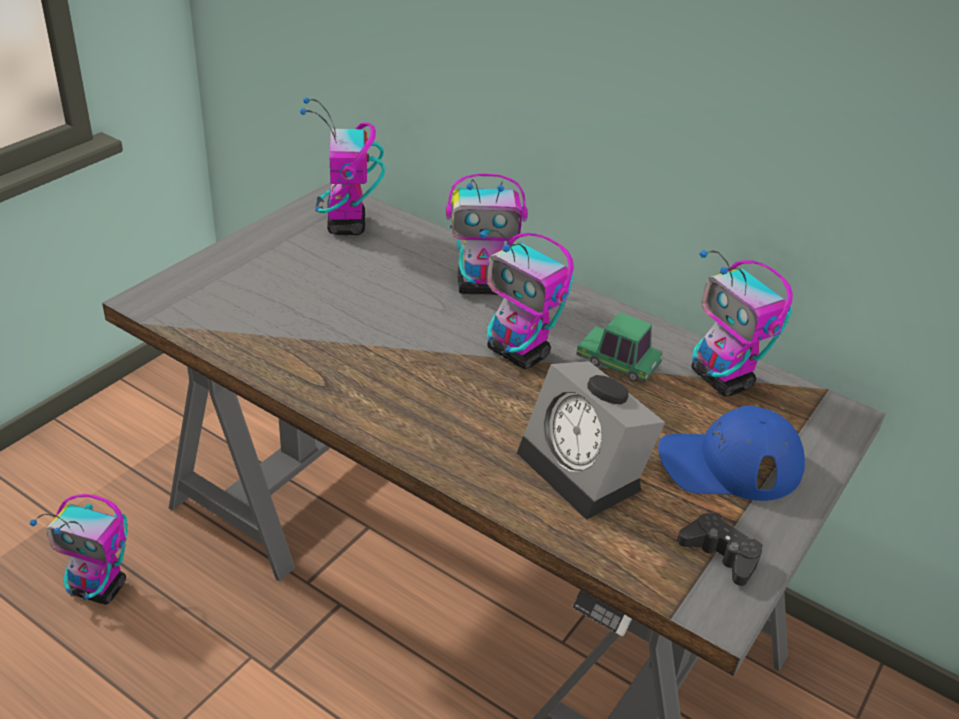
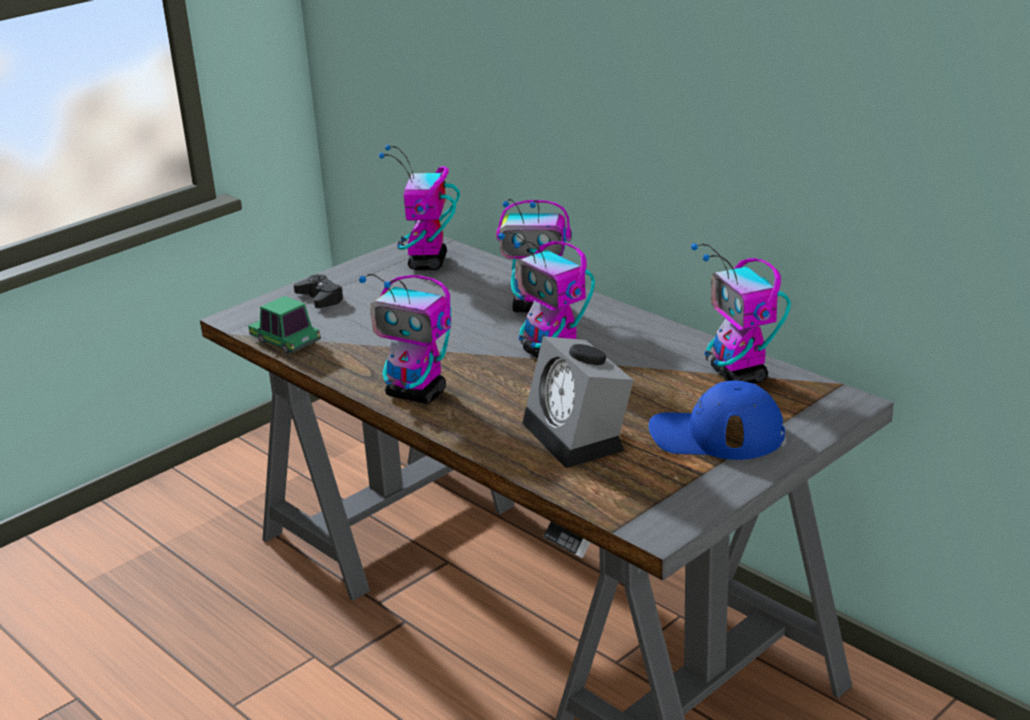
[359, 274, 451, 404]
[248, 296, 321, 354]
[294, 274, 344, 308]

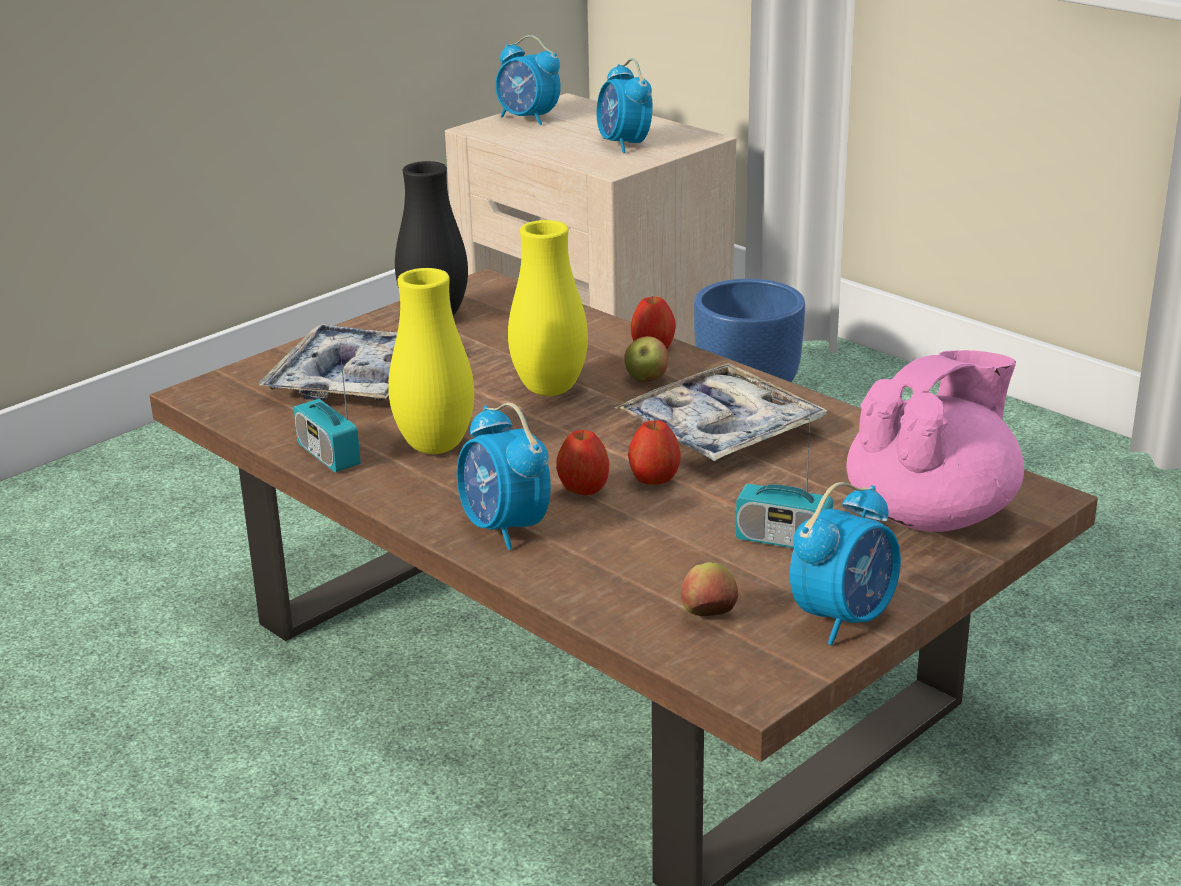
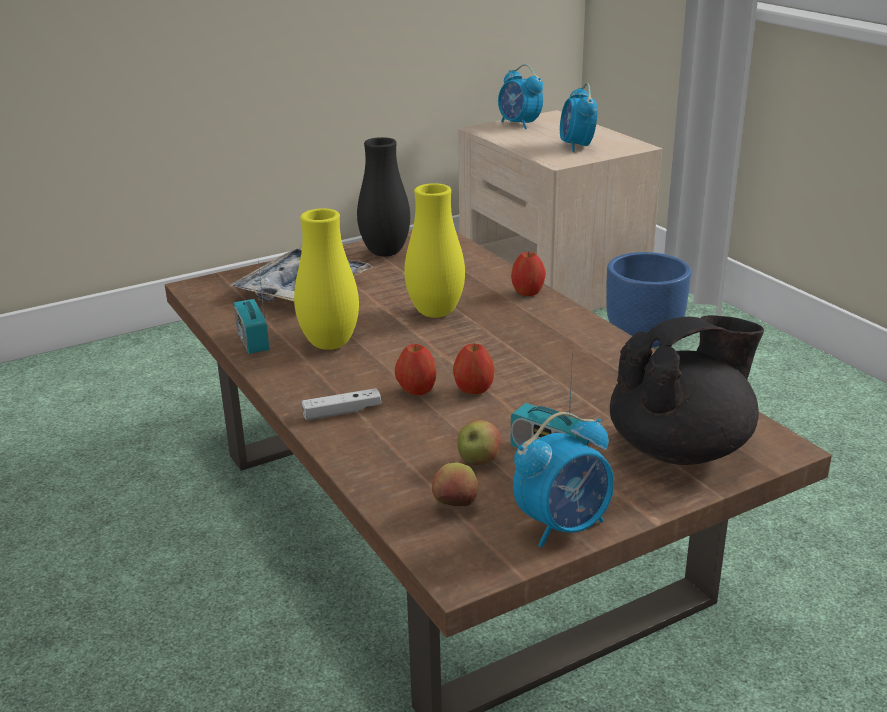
[302, 388, 381, 420]
[615, 363, 827, 461] (first image)
[457, 420, 501, 465]
[610, 315, 764, 465]

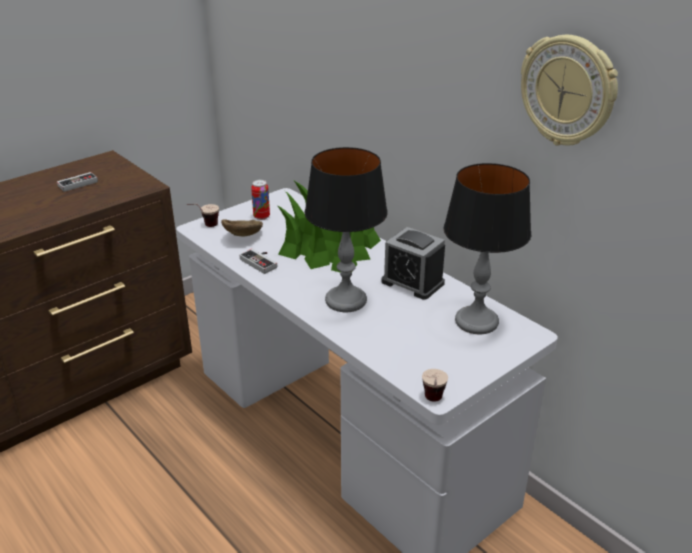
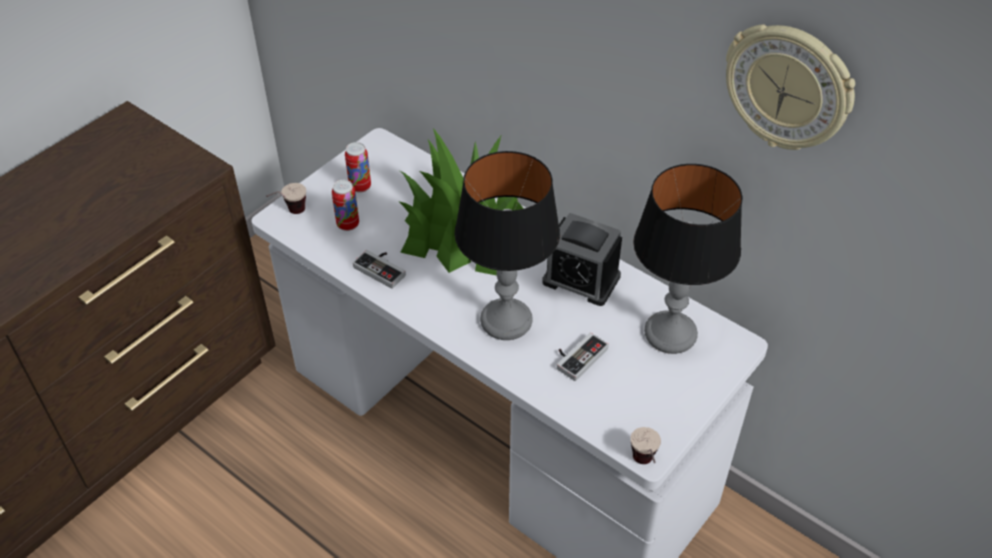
[557, 333, 609, 381]
[332, 180, 359, 231]

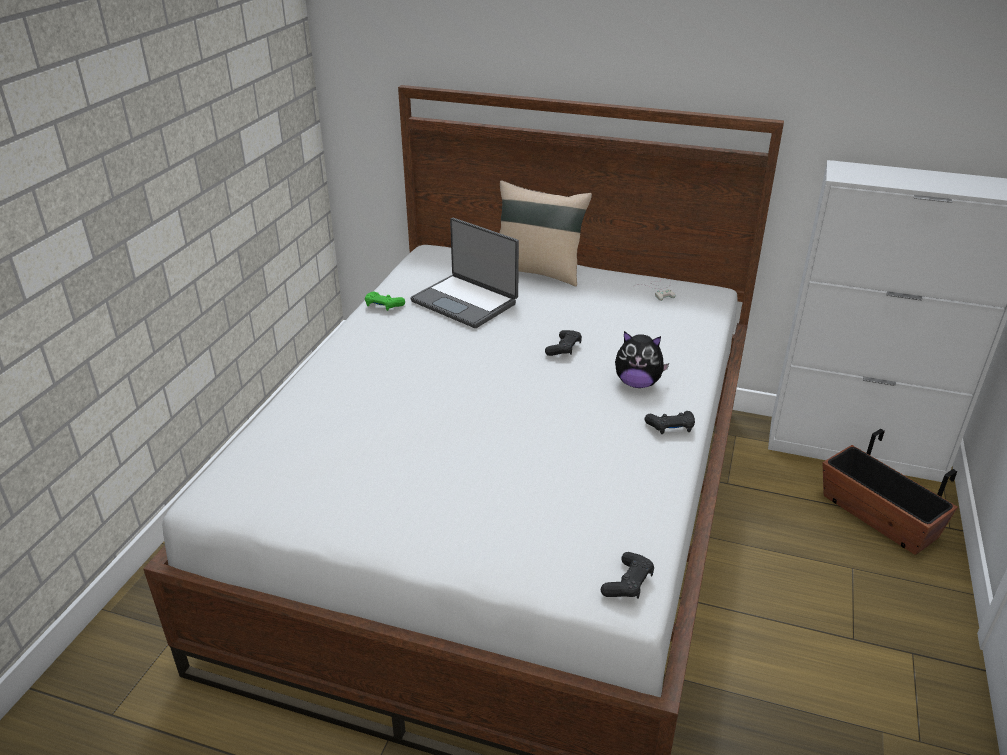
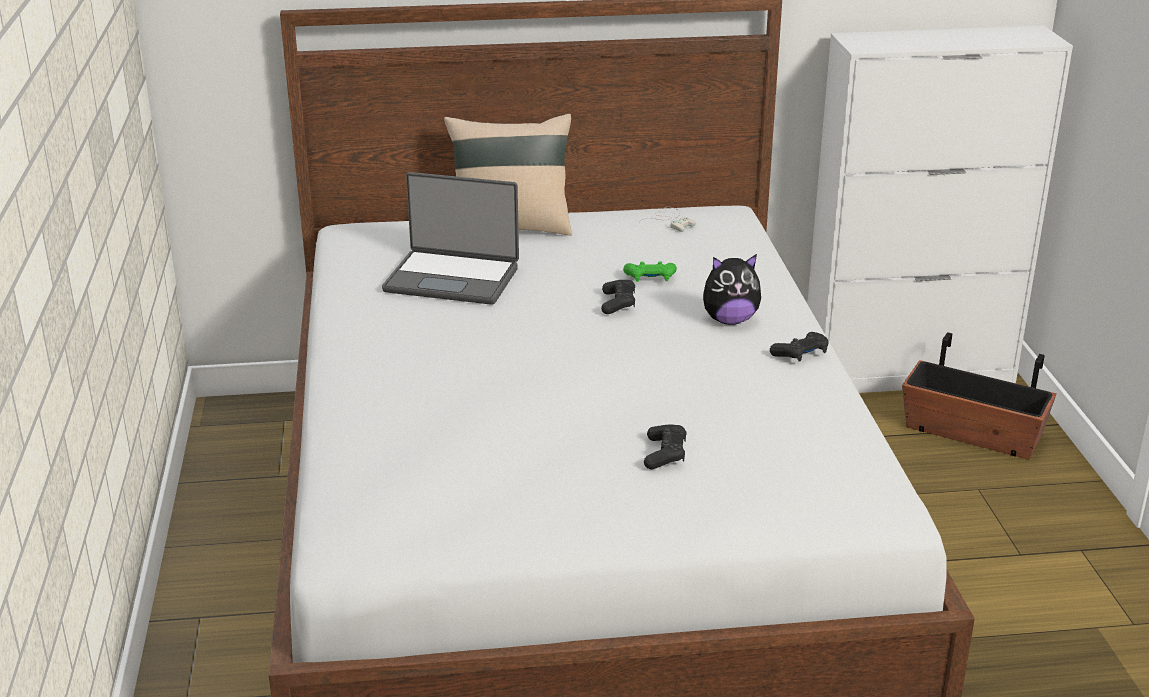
[623, 261, 677, 282]
[644, 424, 686, 469]

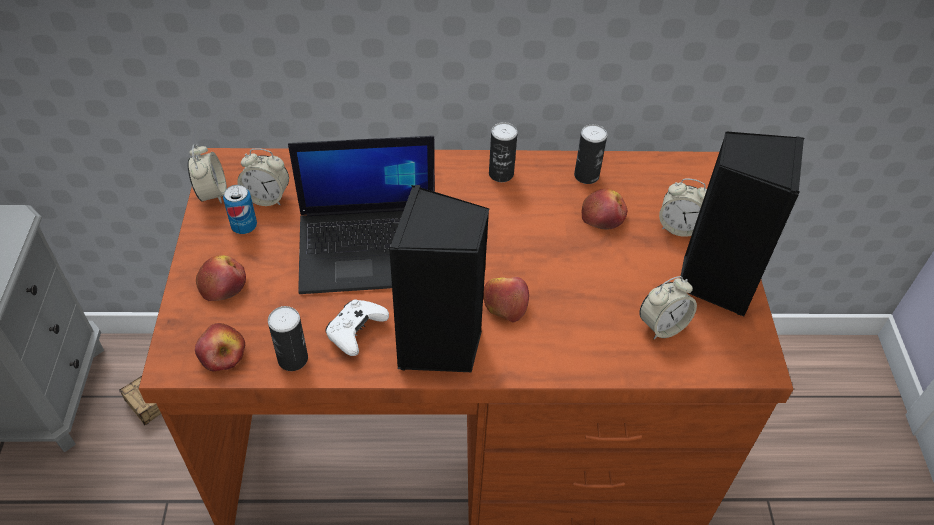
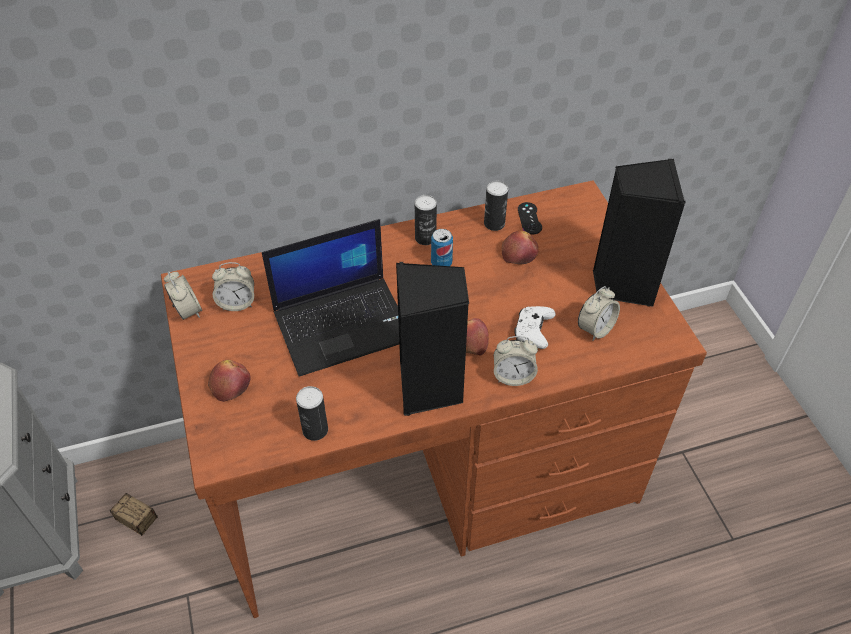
[195, 323, 245, 372] (first image)
[431, 229, 453, 266]
[515, 306, 556, 349]
[494, 336, 538, 386]
[518, 202, 542, 234]

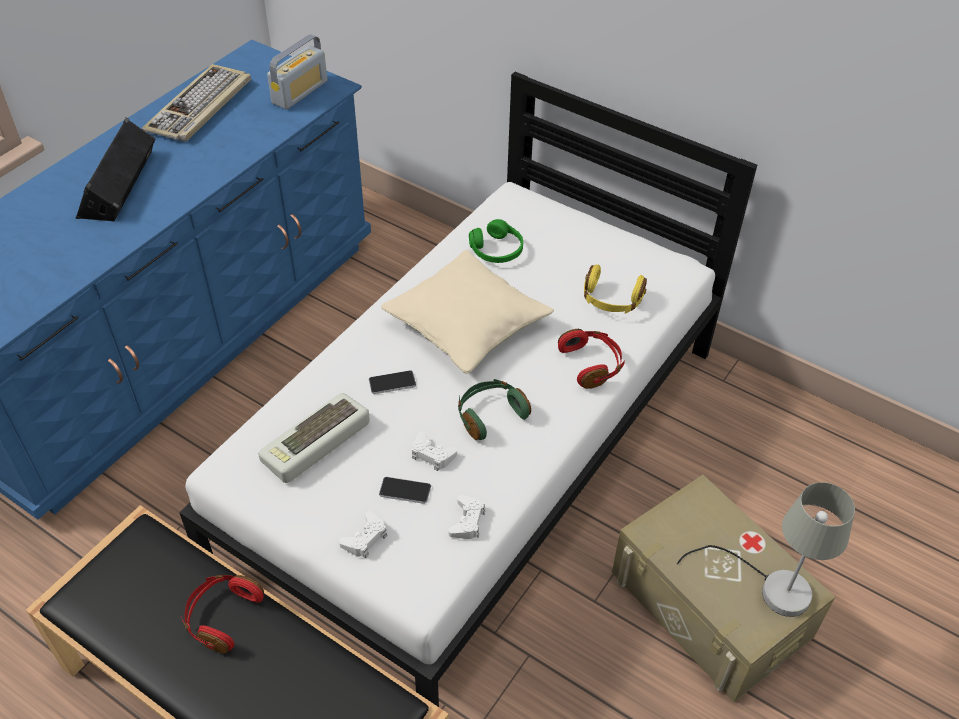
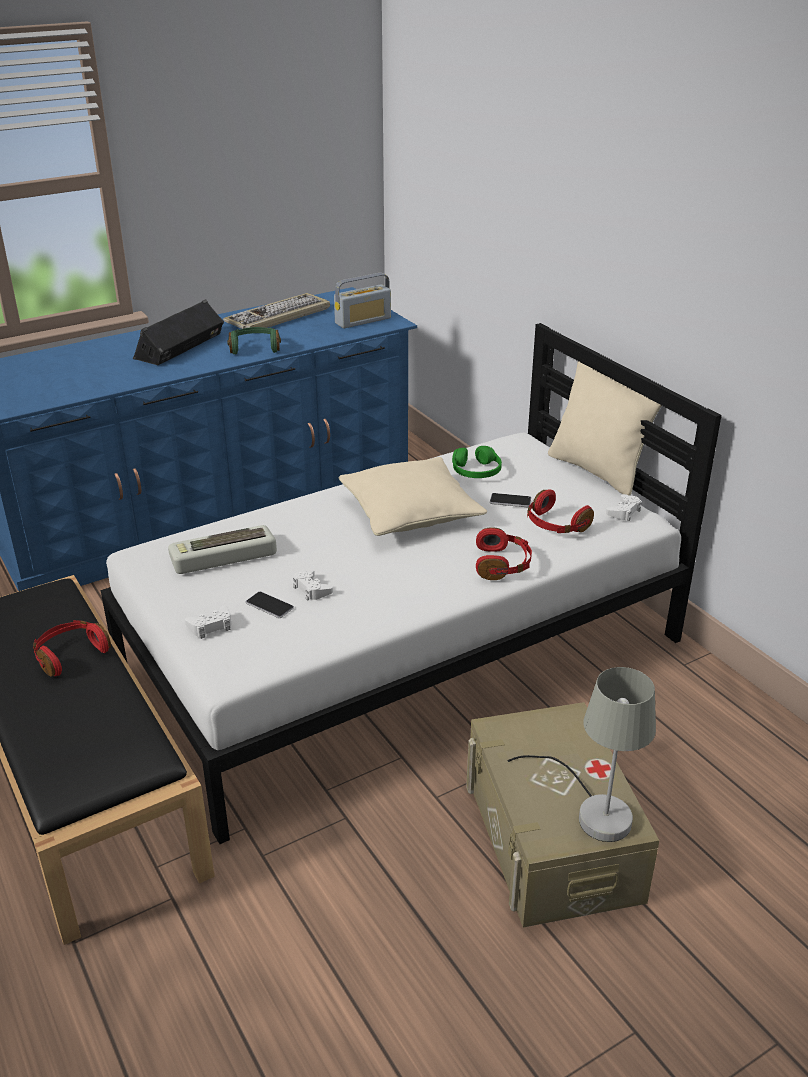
[490, 493, 531, 507]
[606, 494, 641, 521]
[227, 327, 281, 355]
[527, 490, 594, 533]
[548, 361, 662, 496]

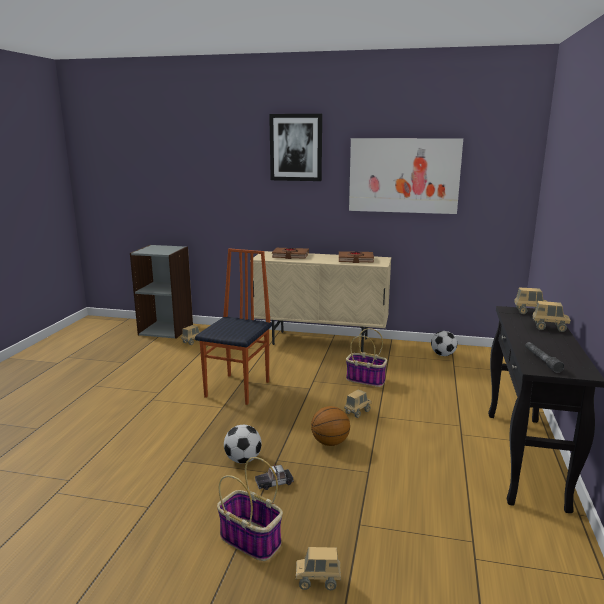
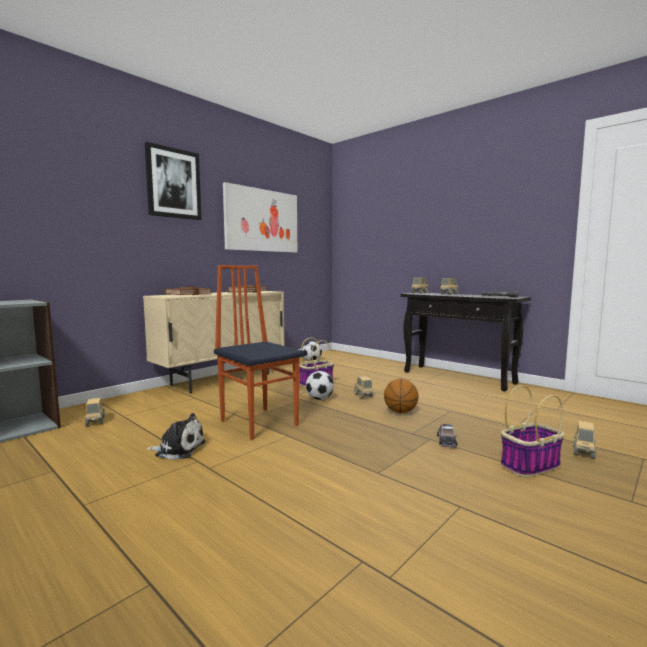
[306, 371, 334, 400]
[146, 413, 206, 460]

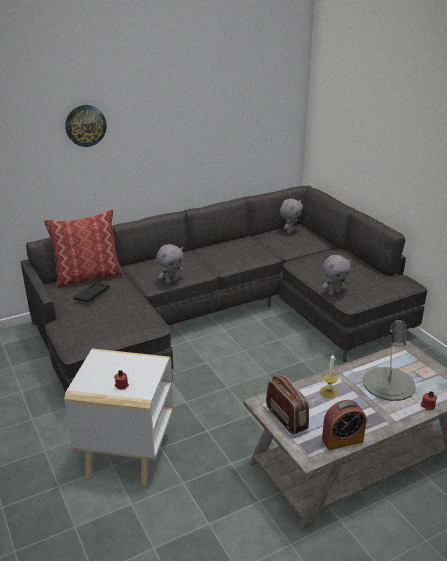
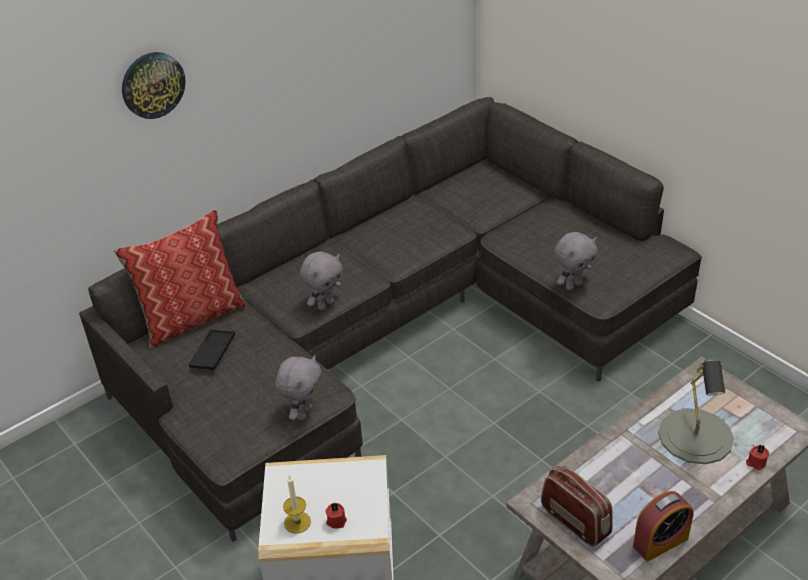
[275, 355, 322, 420]
[283, 475, 311, 534]

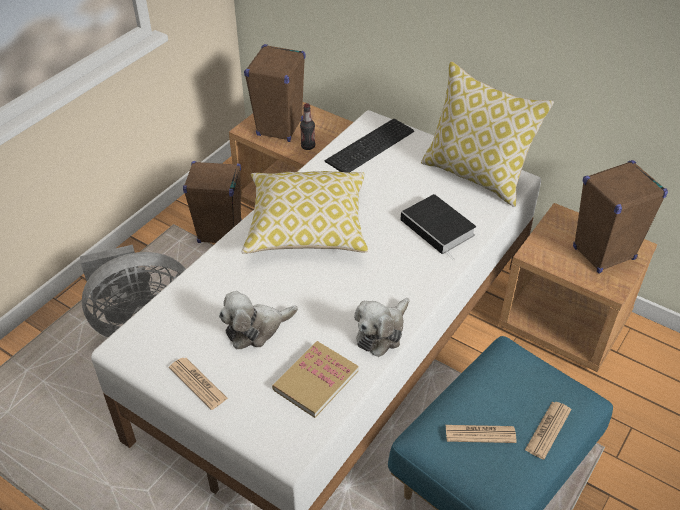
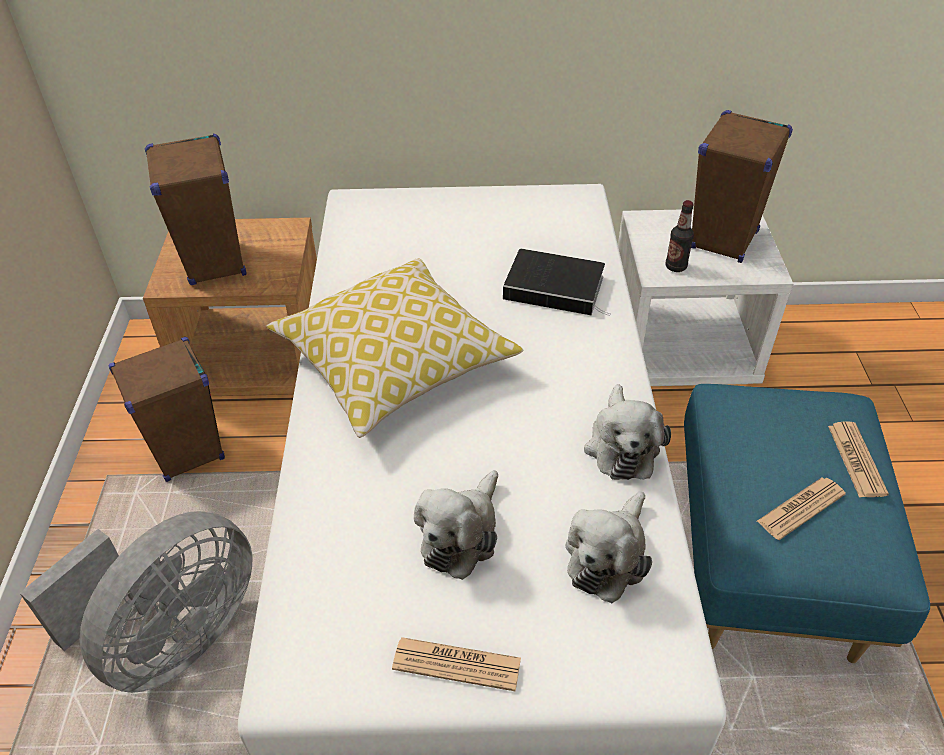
[566, 491, 652, 603]
[666, 200, 694, 272]
[324, 119, 414, 172] (first image)
[421, 61, 554, 207] (first image)
[618, 209, 793, 386]

